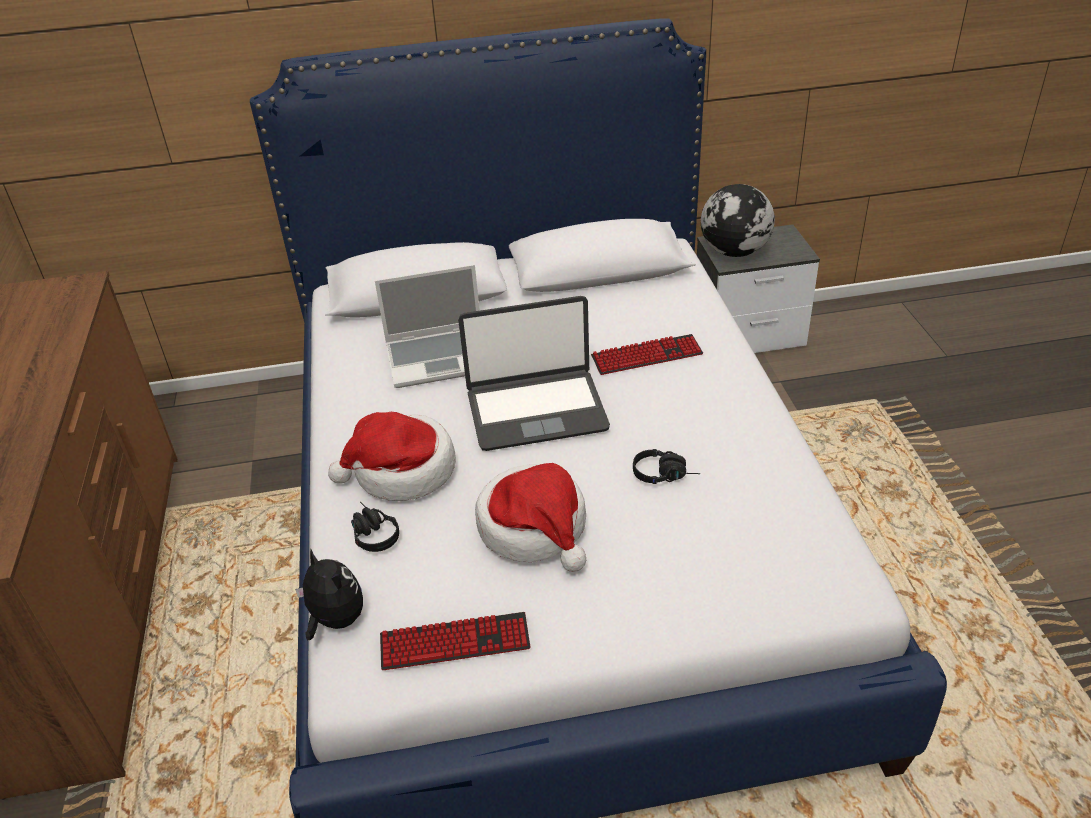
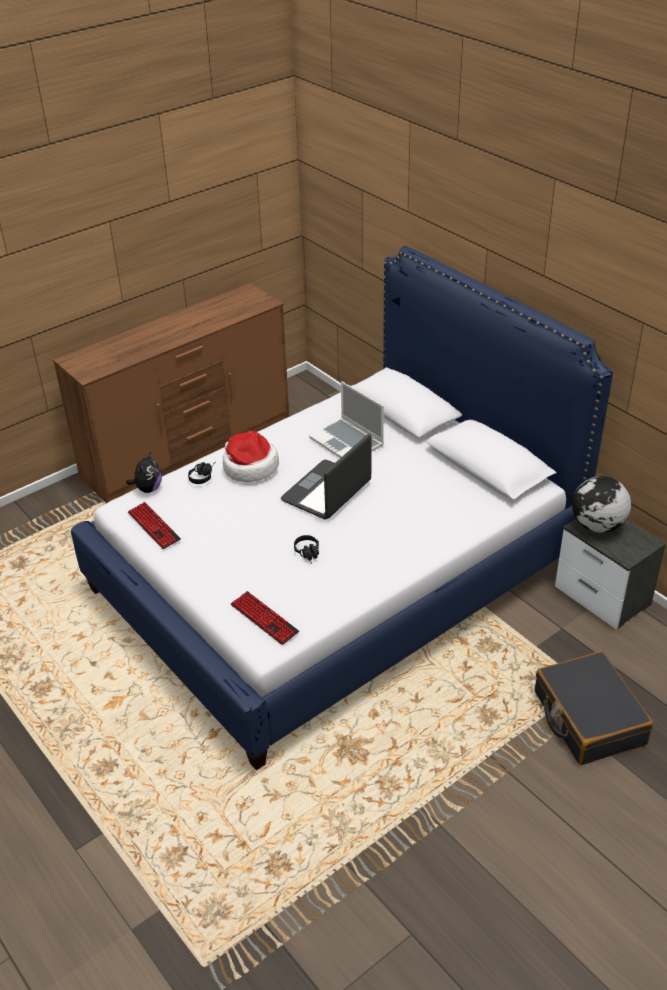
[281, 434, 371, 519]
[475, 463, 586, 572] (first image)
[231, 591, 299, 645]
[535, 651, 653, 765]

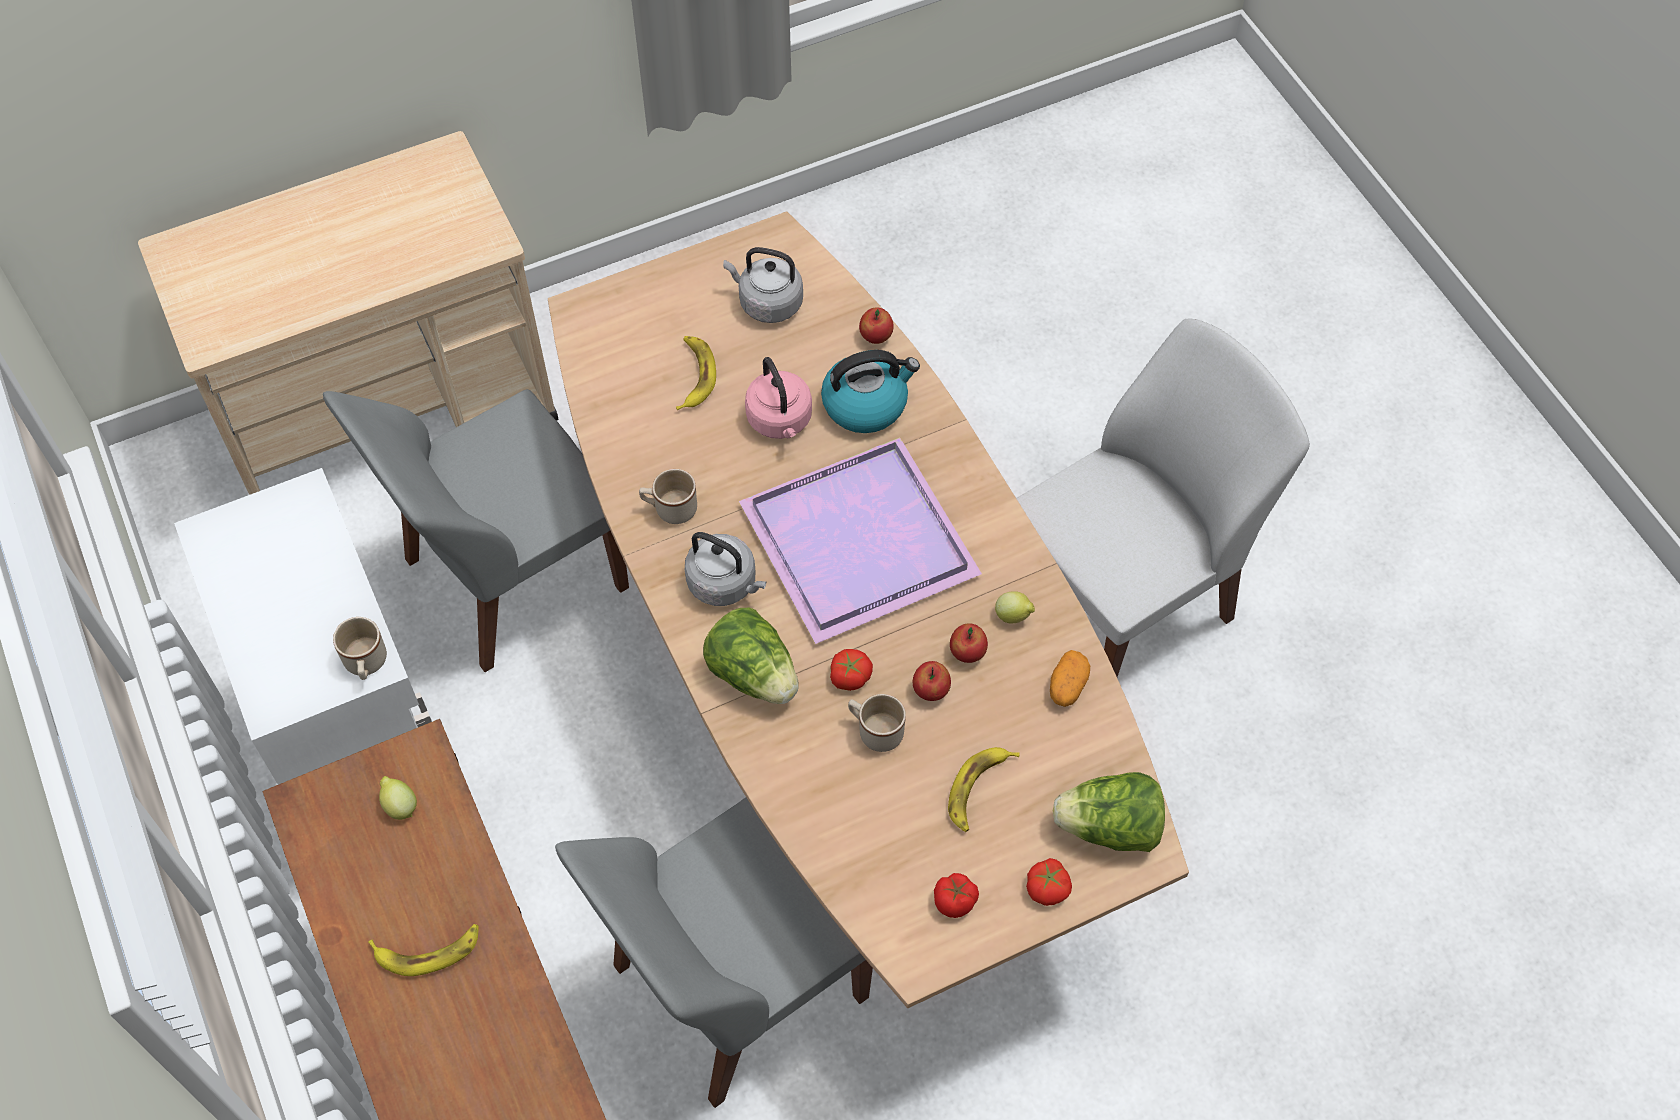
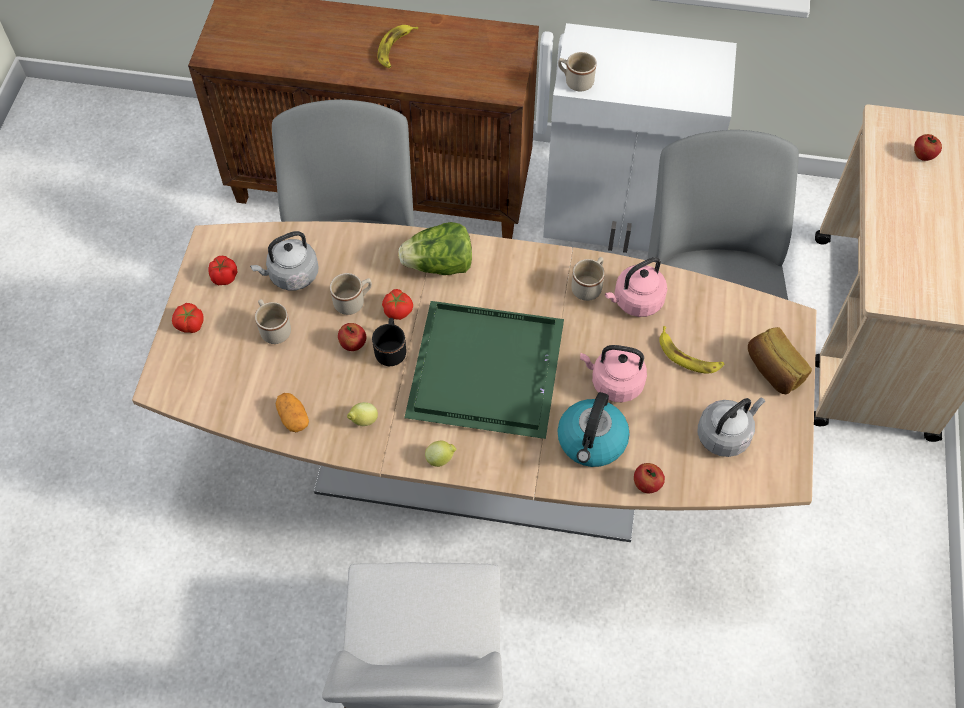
[425, 441, 456, 467]
[250, 231, 319, 291]
[404, 301, 564, 439]
[255, 299, 291, 344]
[914, 134, 942, 161]
[1053, 772, 1165, 852] (first image)
[372, 318, 406, 366]
[605, 257, 667, 317]
[748, 327, 812, 394]

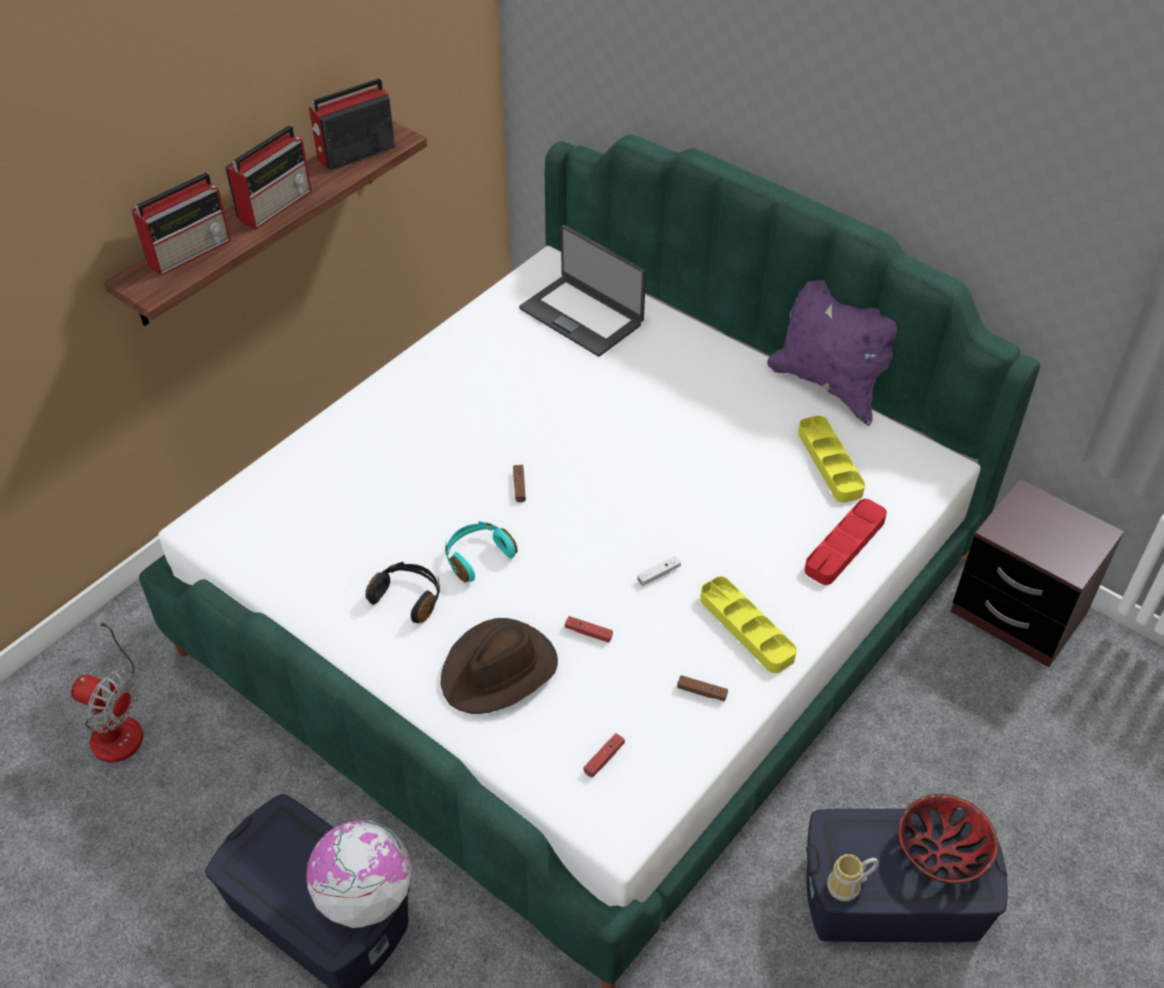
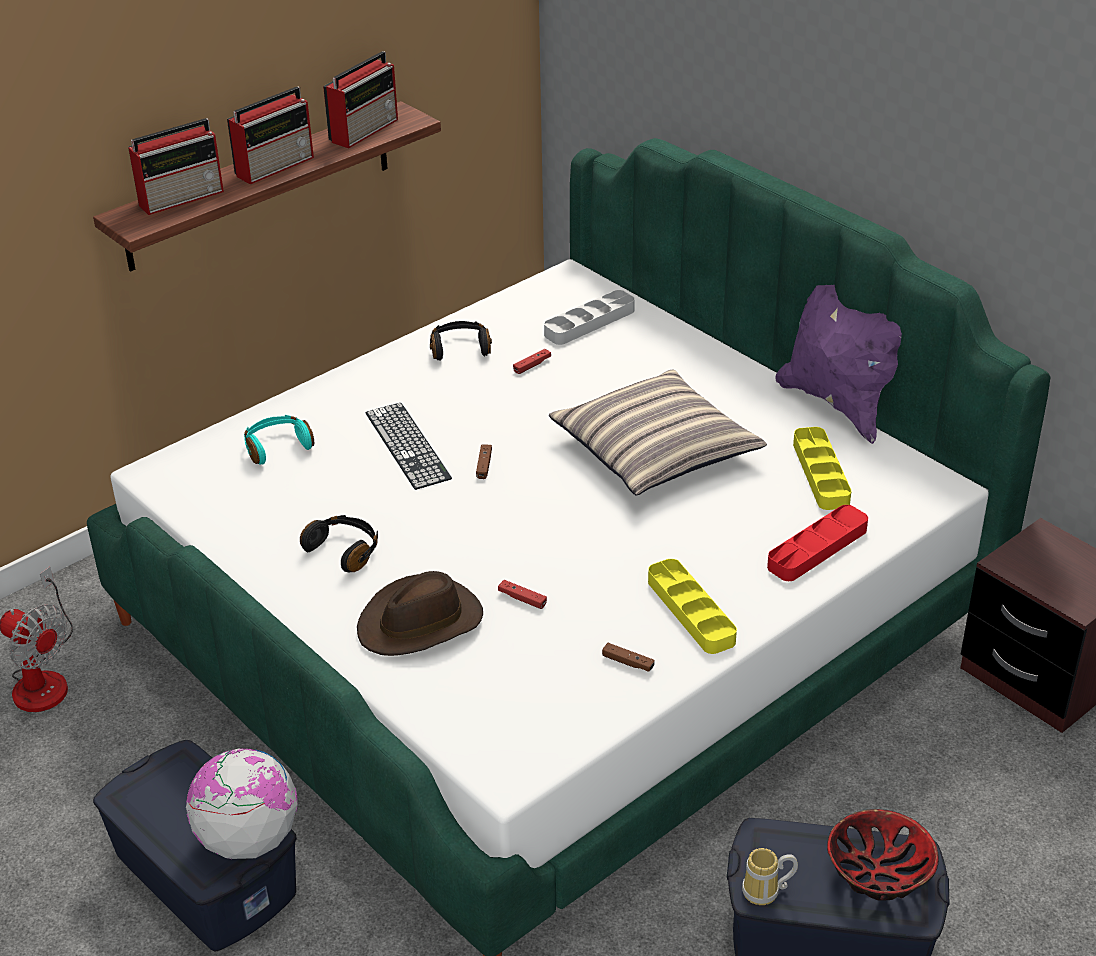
[323, 51, 398, 148]
[244, 415, 314, 465]
[544, 290, 635, 345]
[513, 349, 551, 374]
[637, 556, 681, 586] (first image)
[365, 403, 452, 490]
[430, 321, 492, 361]
[549, 369, 767, 495]

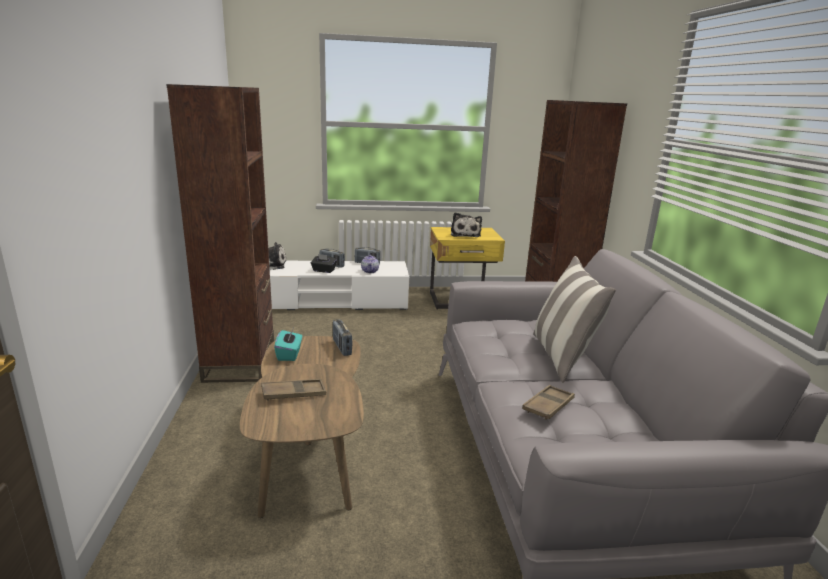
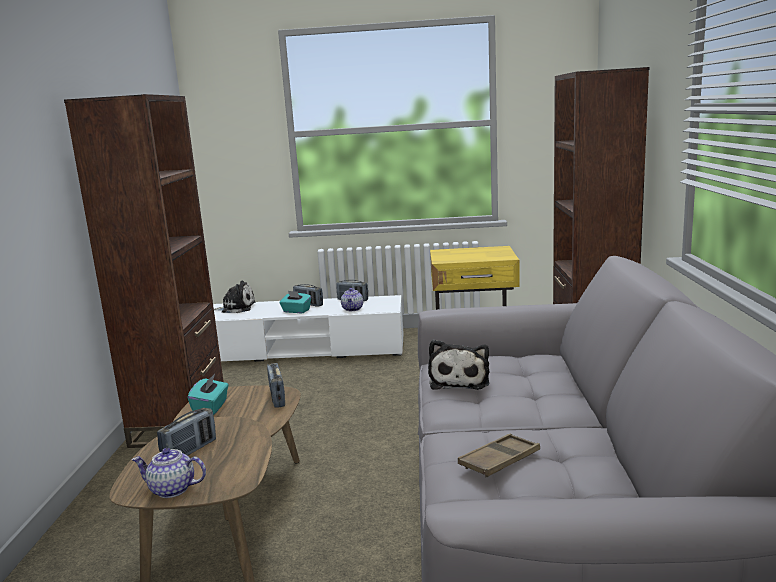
[157, 408, 216, 456]
[280, 291, 311, 313]
[428, 340, 489, 390]
[533, 256, 616, 383] (first image)
[132, 448, 206, 498]

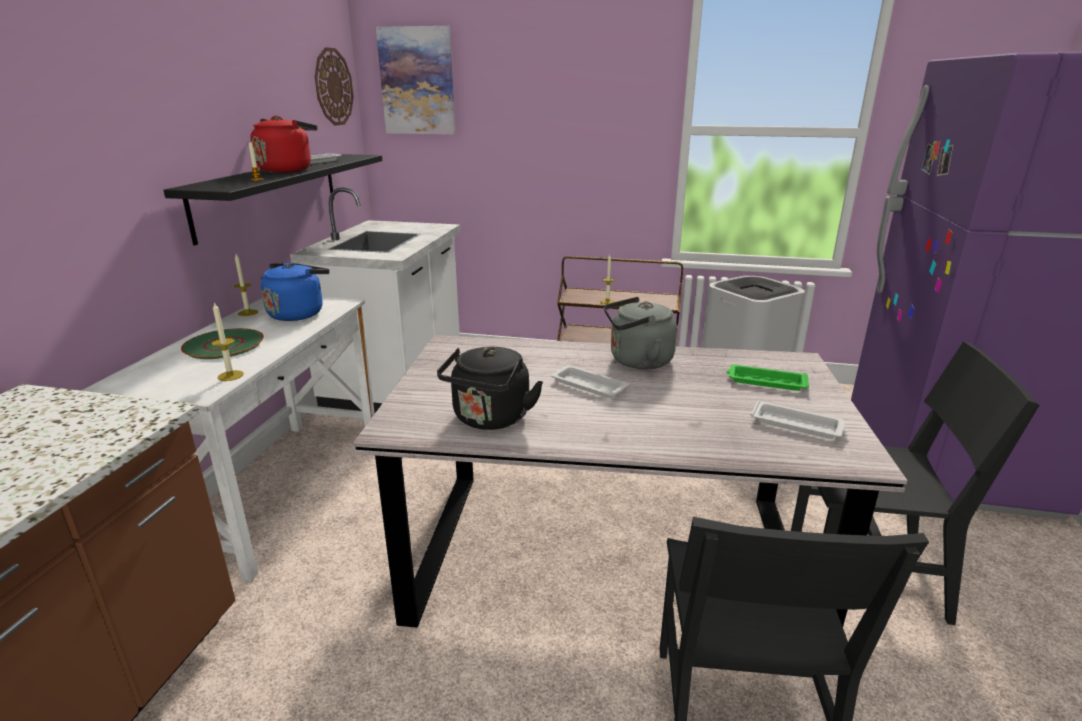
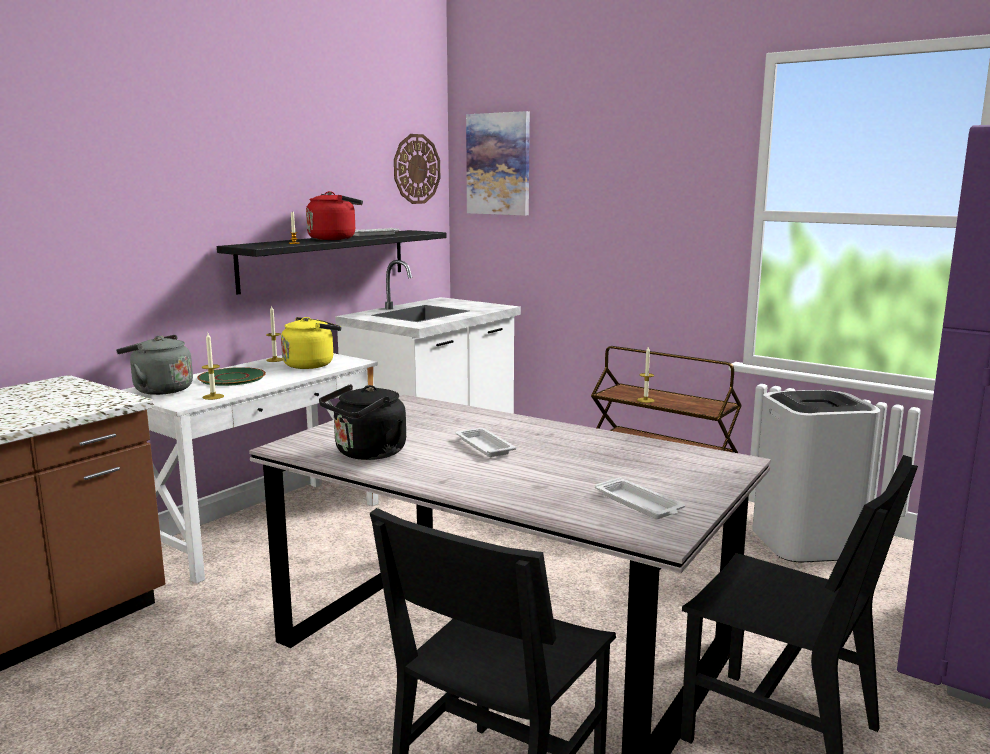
[281, 317, 342, 369]
[116, 335, 193, 395]
[726, 365, 809, 391] (first image)

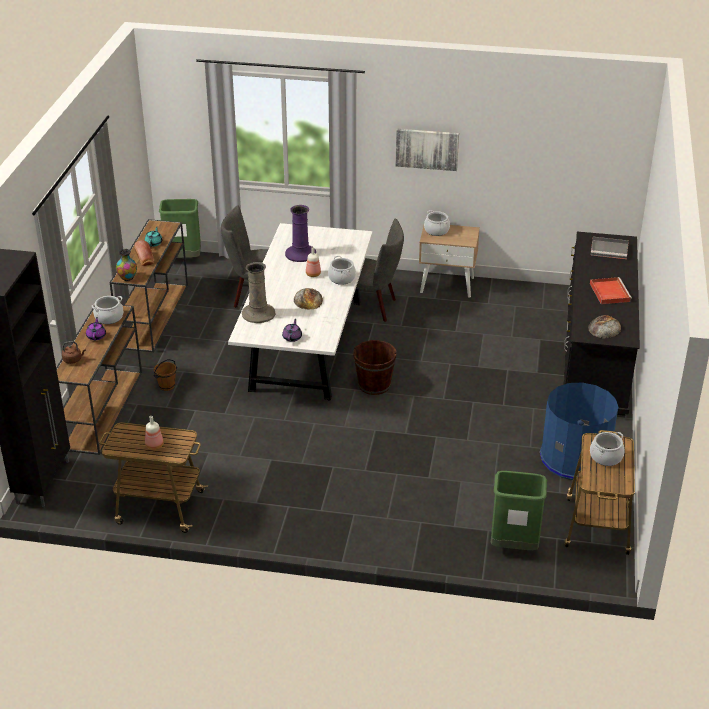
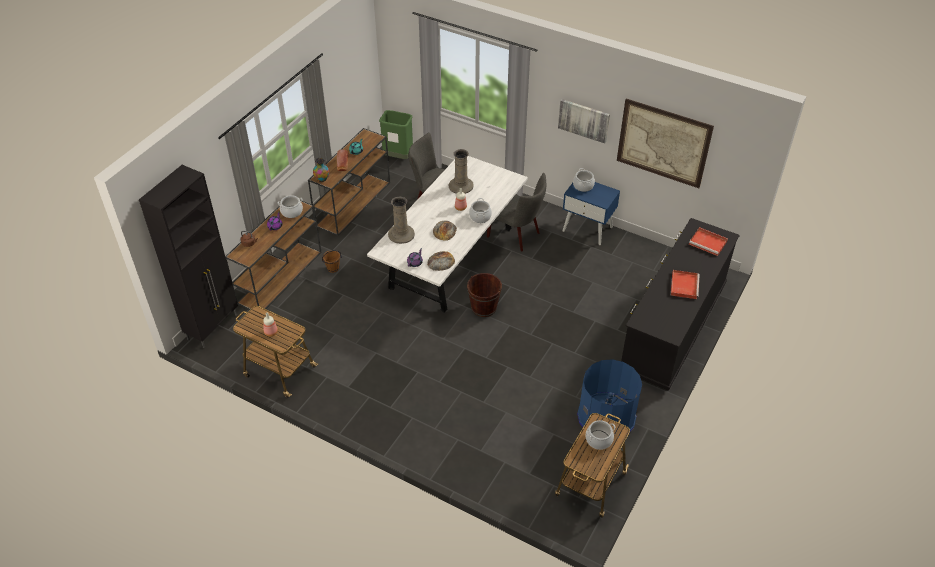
[449, 149, 474, 194]
[562, 182, 620, 245]
[491, 471, 547, 550] (first image)
[427, 251, 455, 271]
[689, 227, 728, 256]
[617, 98, 714, 188]

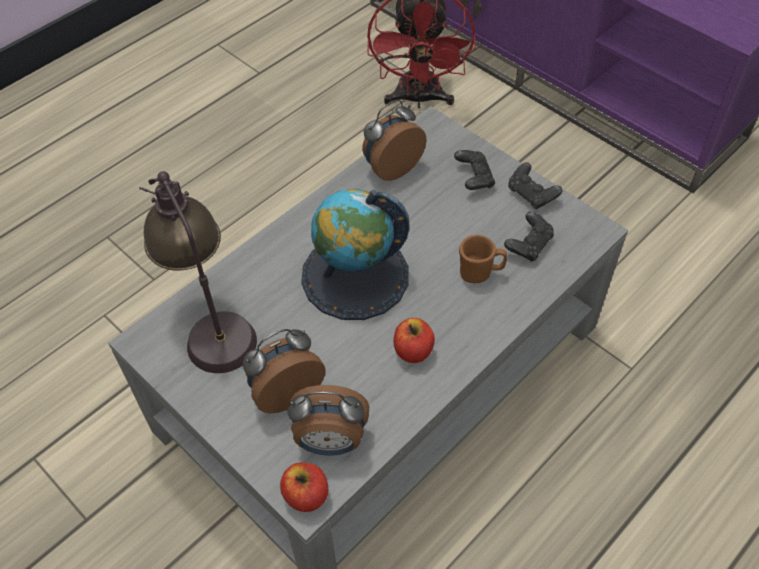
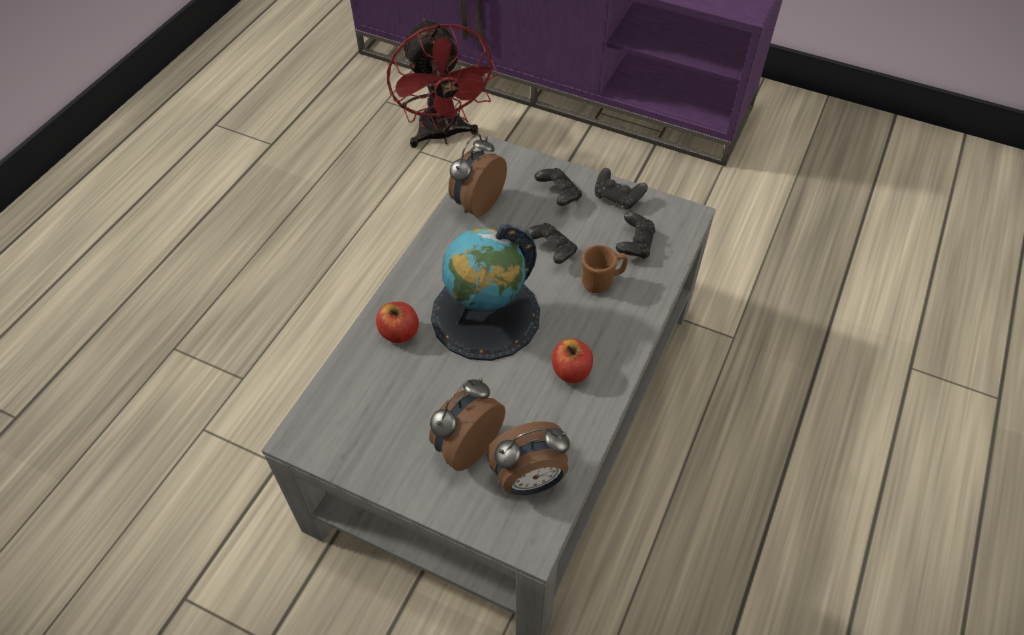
[139, 171, 257, 373] (first image)
[376, 302, 419, 343]
[526, 223, 577, 264]

